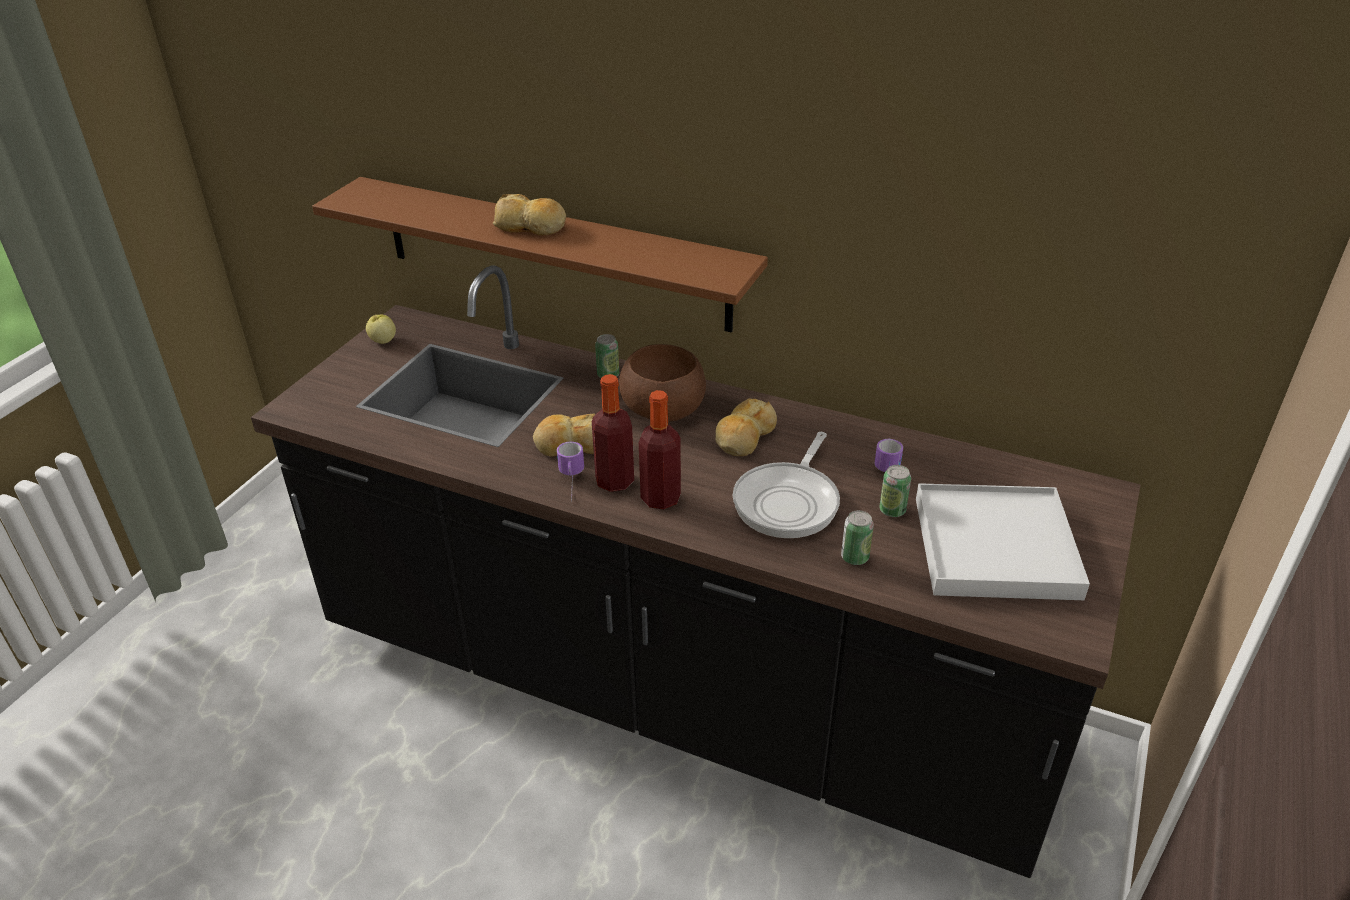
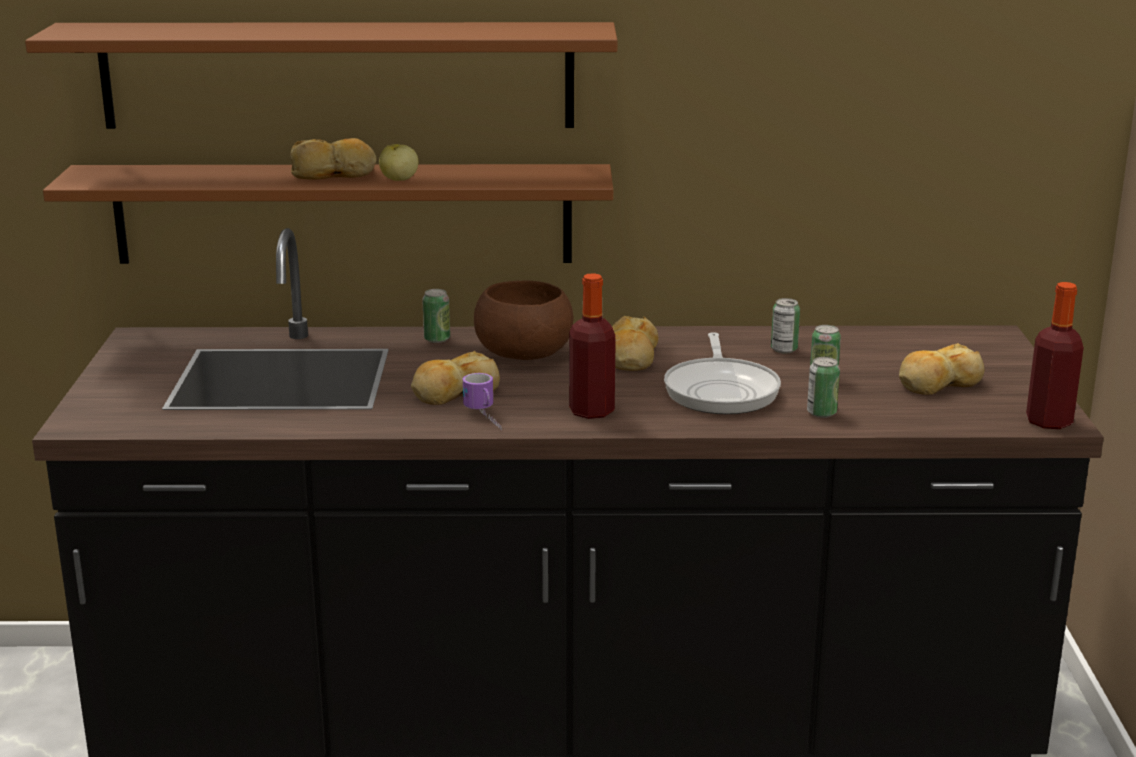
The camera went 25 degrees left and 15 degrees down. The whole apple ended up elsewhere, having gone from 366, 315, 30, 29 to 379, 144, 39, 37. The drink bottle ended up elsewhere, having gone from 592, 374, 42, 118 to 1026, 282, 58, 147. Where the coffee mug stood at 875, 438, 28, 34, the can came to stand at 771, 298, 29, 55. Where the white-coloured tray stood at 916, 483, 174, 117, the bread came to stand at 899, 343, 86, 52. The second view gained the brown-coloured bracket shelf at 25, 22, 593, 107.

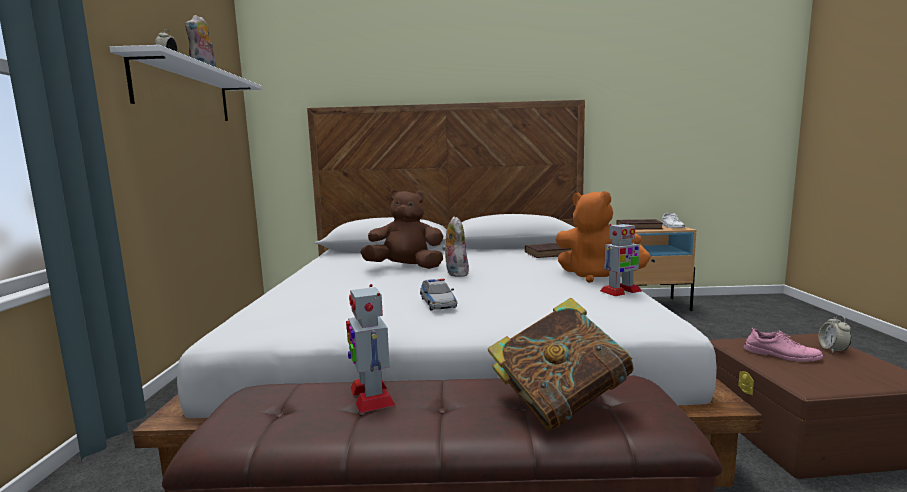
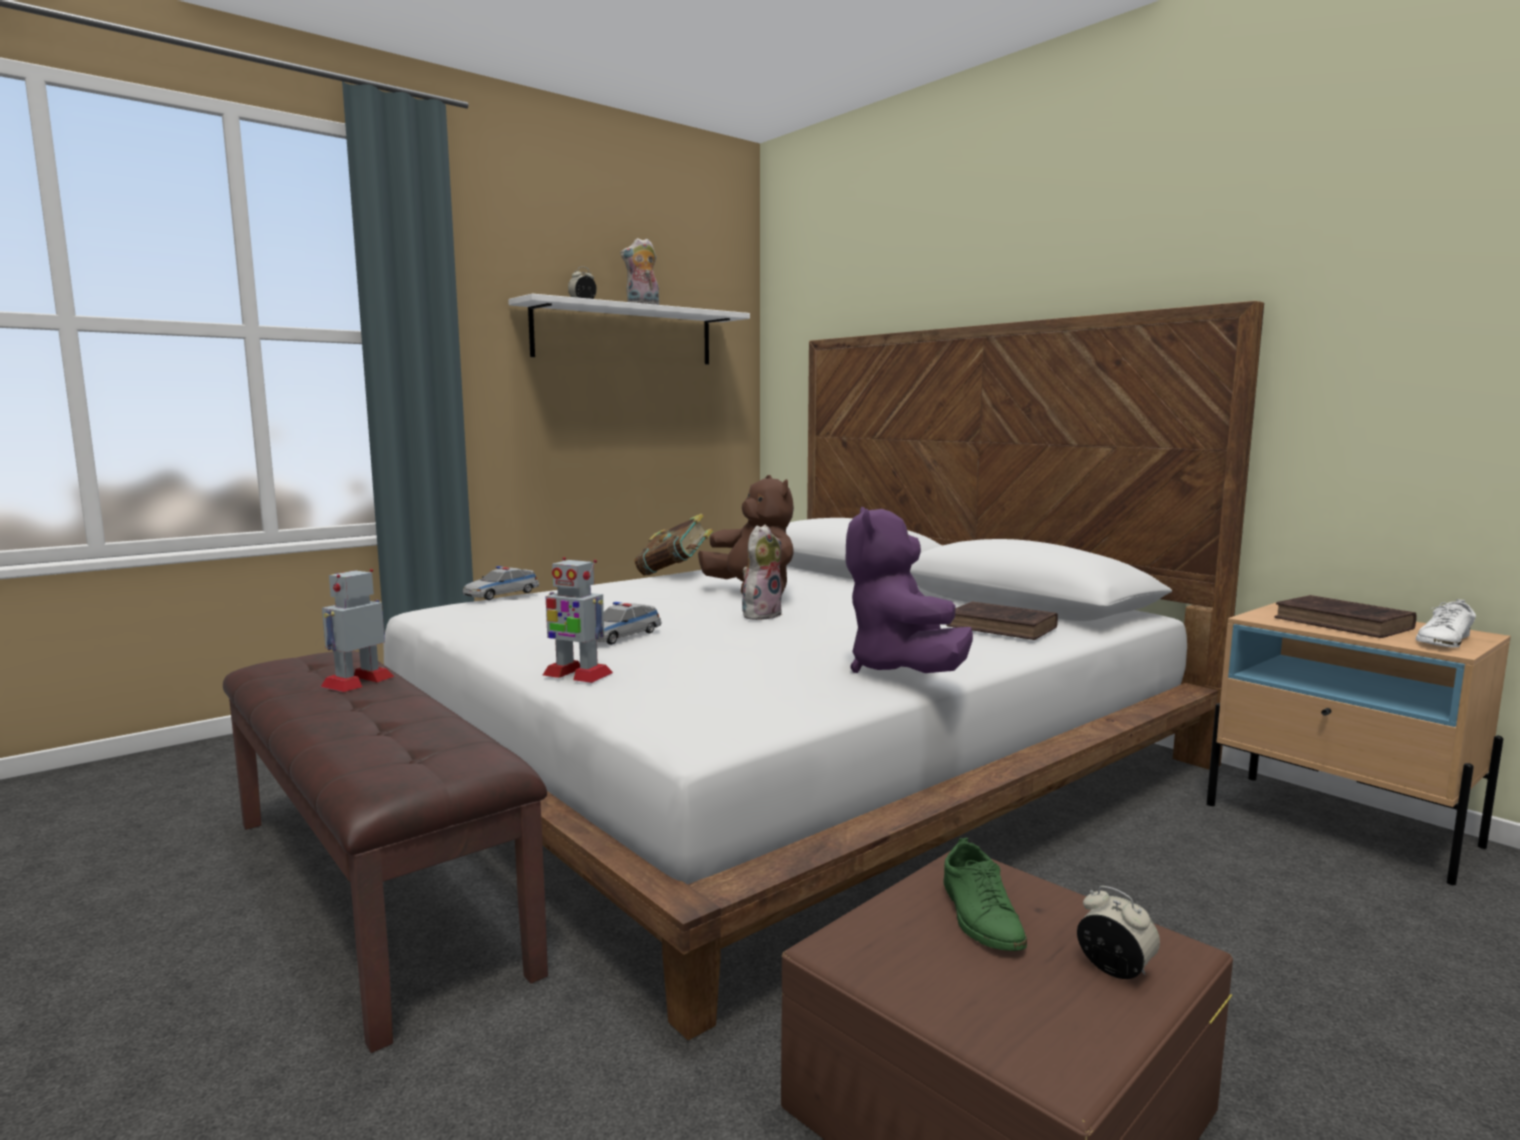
The camera went 50 degrees right and 0 degrees up. What was the orangey plush toy at 555, 191, 96, 92 turned into the purple-coloured plush toy at 845, 507, 128, 166. The toy robot ended up elsewhere, having gone from 600, 222, 42, 74 to 543, 557, 70, 126. The bound book ended up elsewhere, having gone from 488, 298, 146, 132 to 634, 513, 79, 63. The table clock at 818, 315, 34, 38 ended up facing another way, 75 degrees clockwise from before. What was the pink low shoe at 744, 327, 79, 35 turned into the greenish low shoe at 943, 838, 84, 113. The second view gained the miniature car at 462, 566, 77, 34.

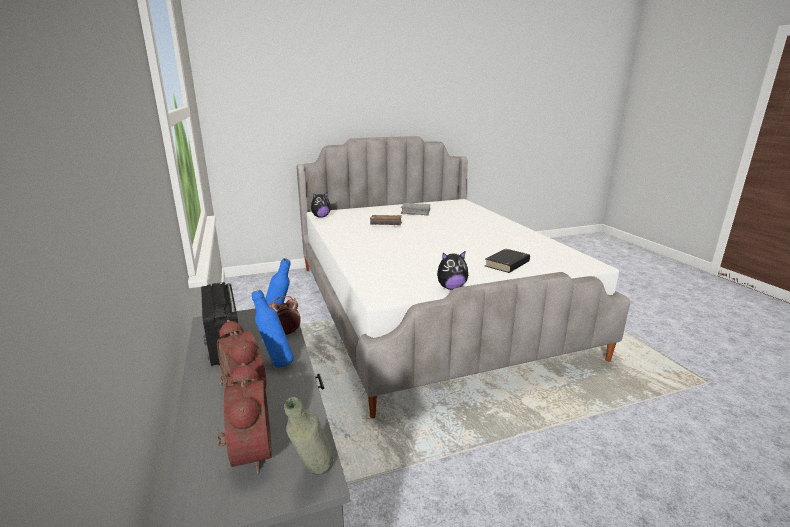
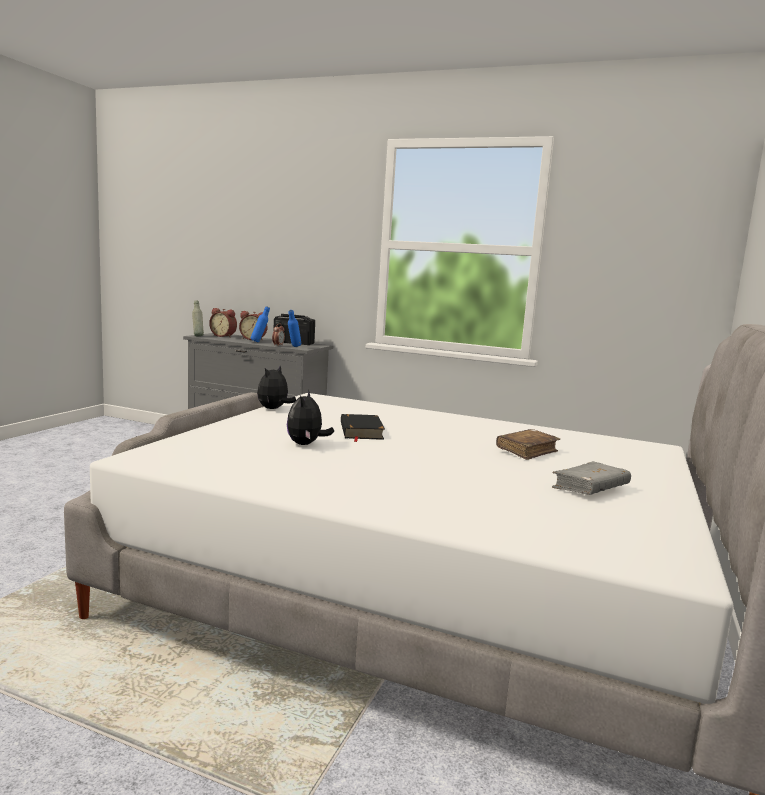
The camera went 130 degrees right and 10 degrees down. The plush toy ended up elsewhere, having gone from 311, 192, 20, 26 to 287, 389, 47, 56. The blackish bound book ended up elsewhere, having gone from 485, 249, 45, 24 to 341, 414, 44, 28.

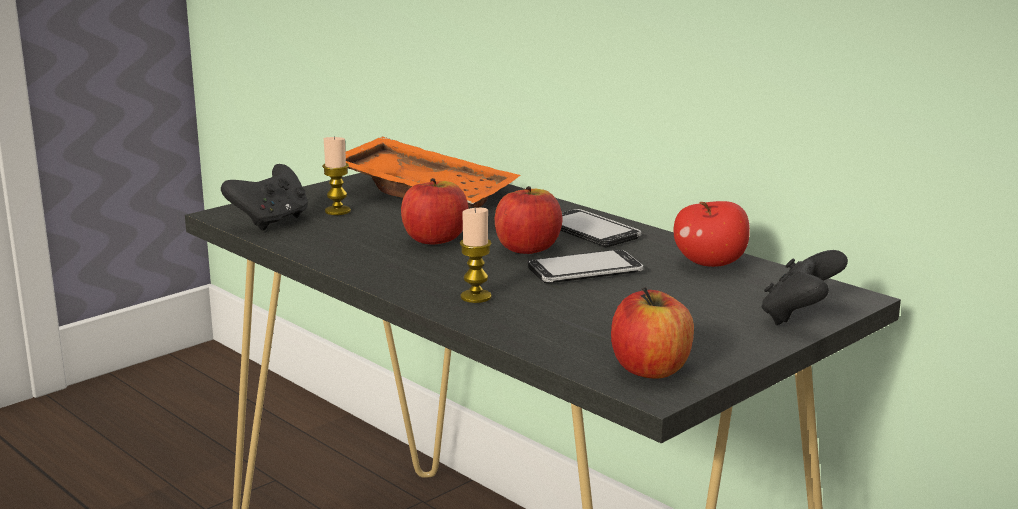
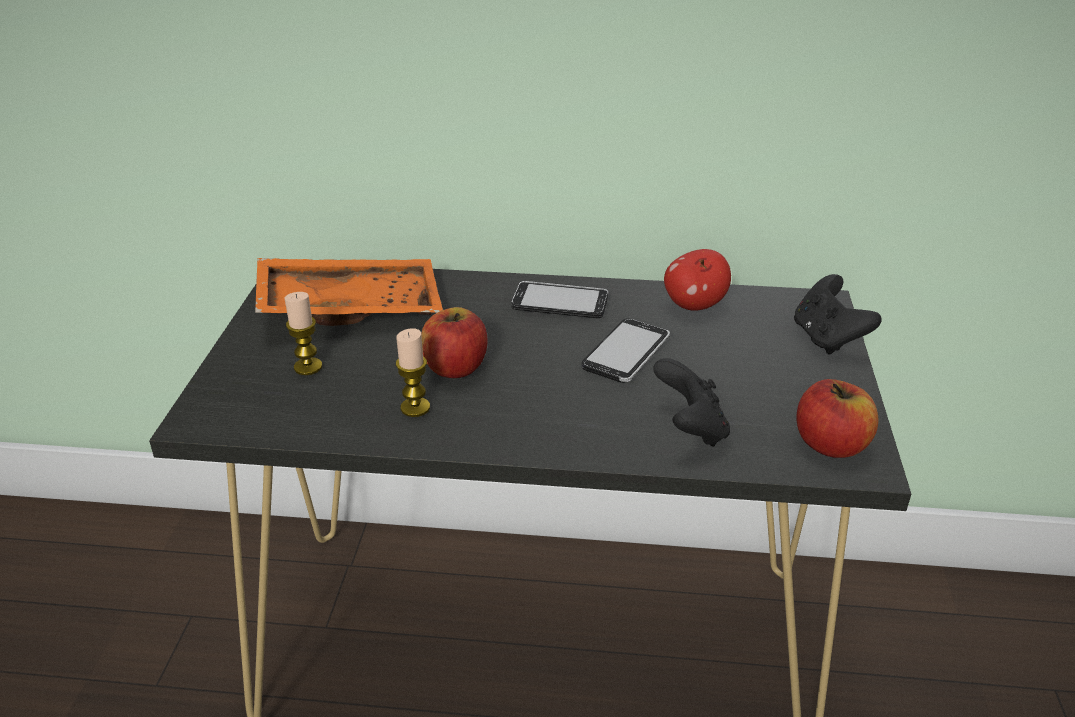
The camera went 40 degrees left and 15 degrees up. The blackish game controller ended up elsewhere, having gone from 221, 164, 87, 66 to 653, 358, 77, 89. The second view lost the whole apple at 495, 186, 67, 68. The candle ended up elsewhere, having gone from 460, 208, 32, 95 to 396, 328, 34, 89.

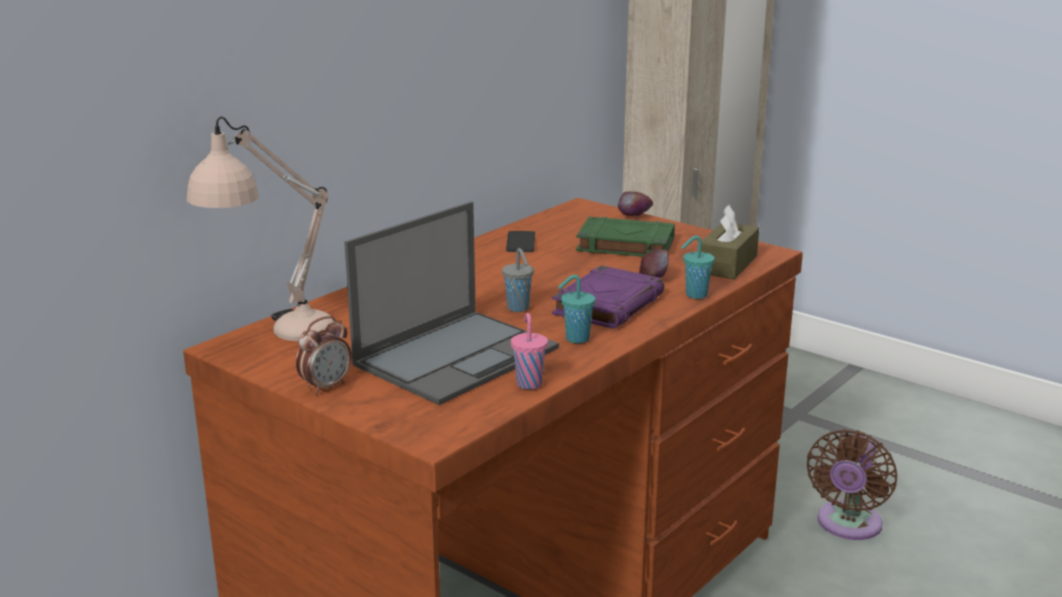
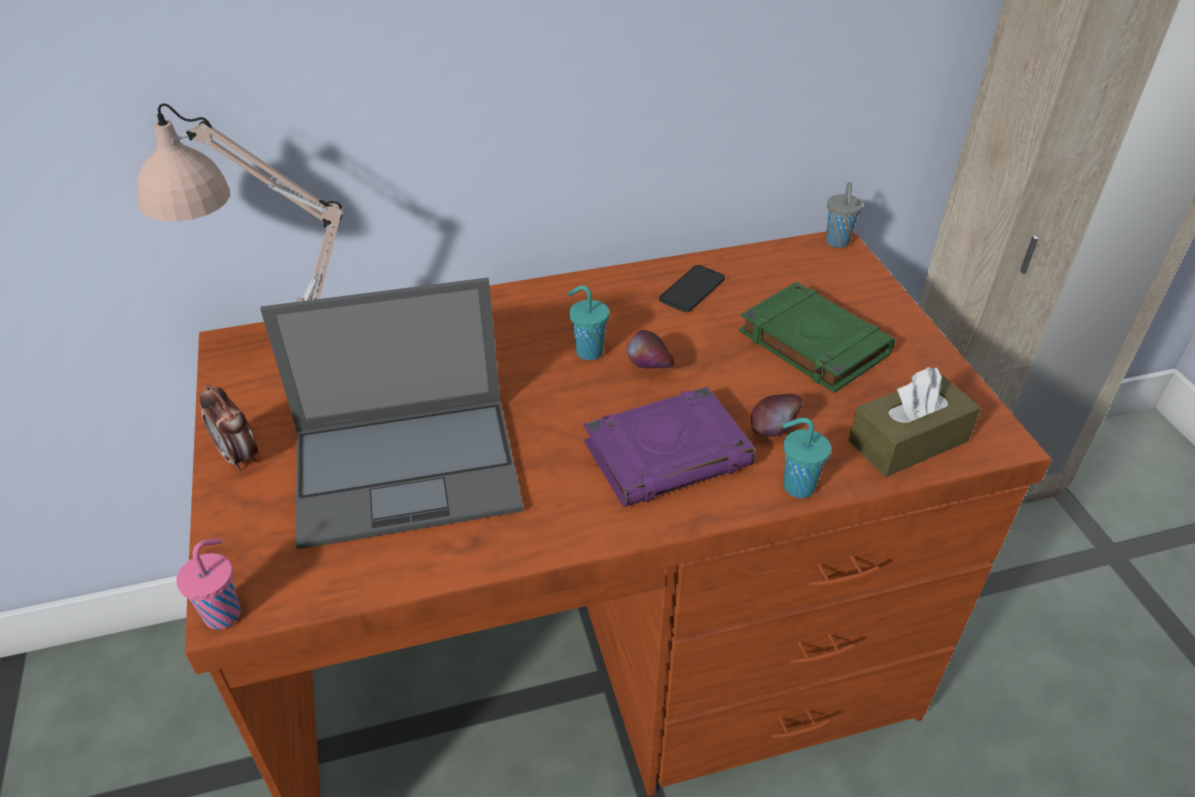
The camera went 35 degrees right and 20 degrees up. The whole apple ended up elsewhere, having gone from 618, 192, 35, 24 to 627, 330, 48, 39. The gray small cup ended up elsewhere, having gone from 502, 248, 32, 64 to 826, 182, 37, 66. The turquoise-coloured small cup ended up elsewhere, having gone from 558, 275, 37, 68 to 568, 285, 41, 75. The pink small cup ended up elsewhere, having gone from 511, 313, 37, 77 to 176, 539, 65, 91. The table clock at 296, 316, 55, 79 ended up facing another way, 60 degrees clockwise from before. The second view lost the brown-coloured electric fan at 807, 429, 90, 111.

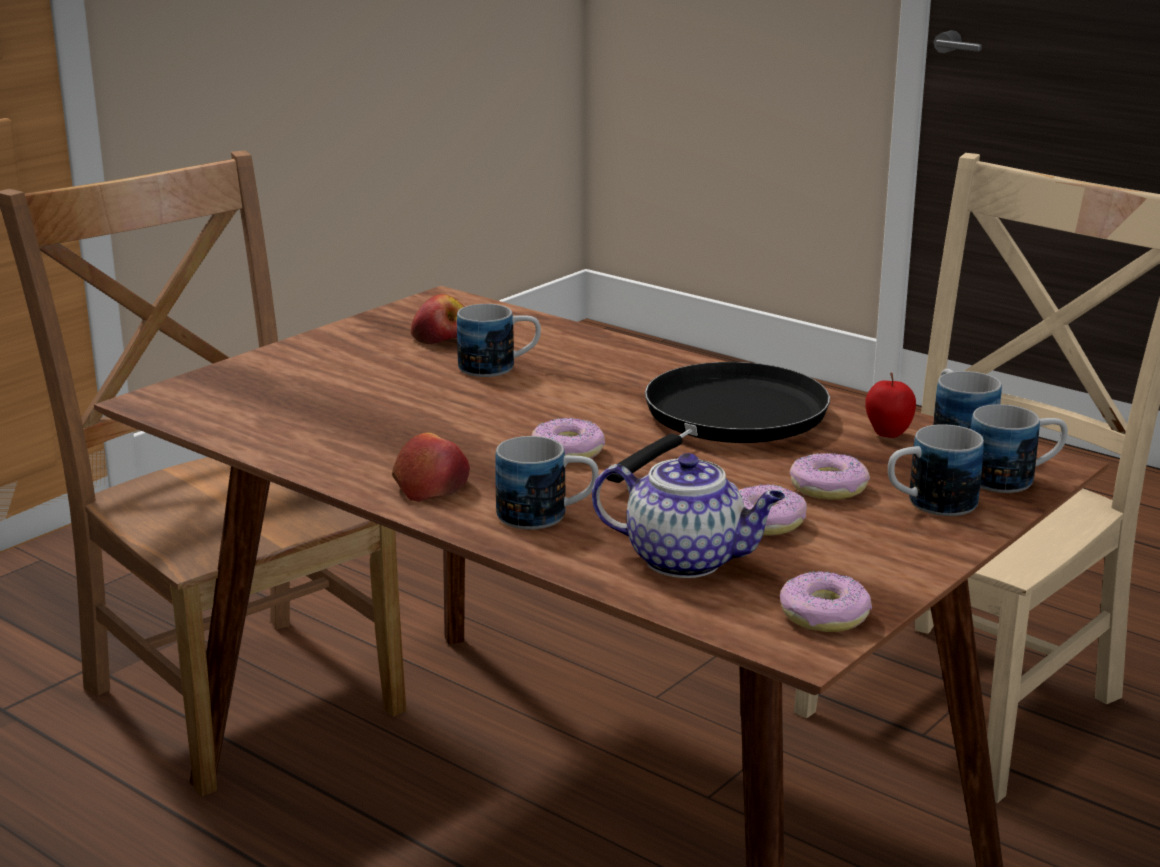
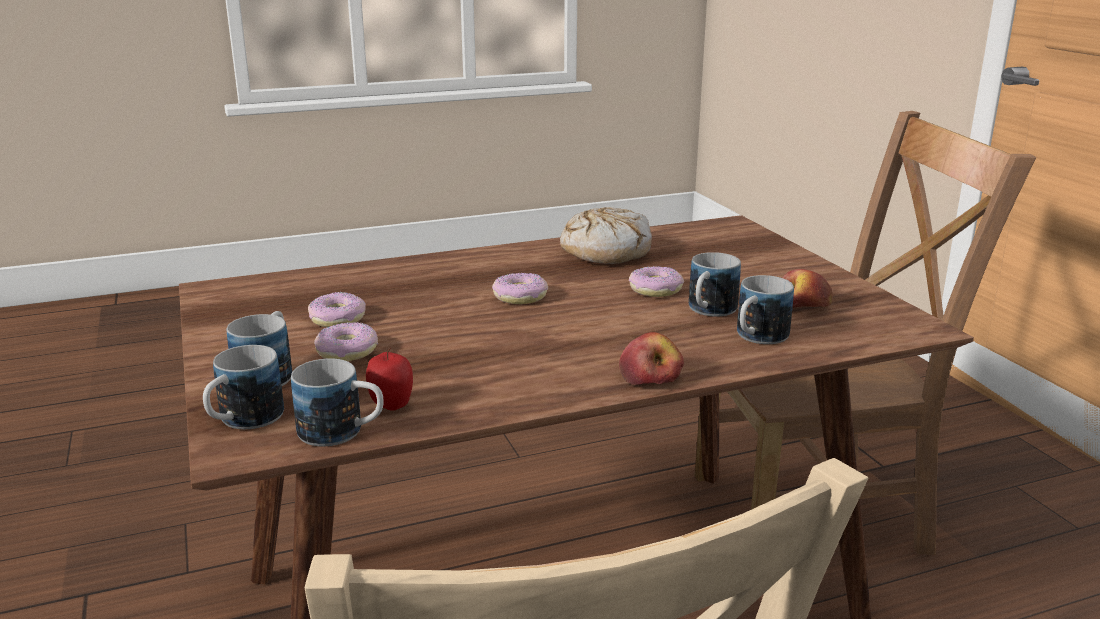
The camera went 120 degrees right and 0 degrees up. The second view lost the blackish frying pan at 606, 362, 224, 121. The whole apple ended up elsewhere, having gone from 392, 433, 78, 69 to 619, 332, 65, 53. The coffee mug ended up elsewhere, having gone from 495, 436, 104, 94 to 737, 275, 57, 69. The second view lost the teapot at 592, 453, 193, 125. The ring doughnut ended up elsewhere, having gone from 780, 571, 92, 61 to 629, 266, 55, 31. The second view gained the bread at 560, 207, 92, 57.

